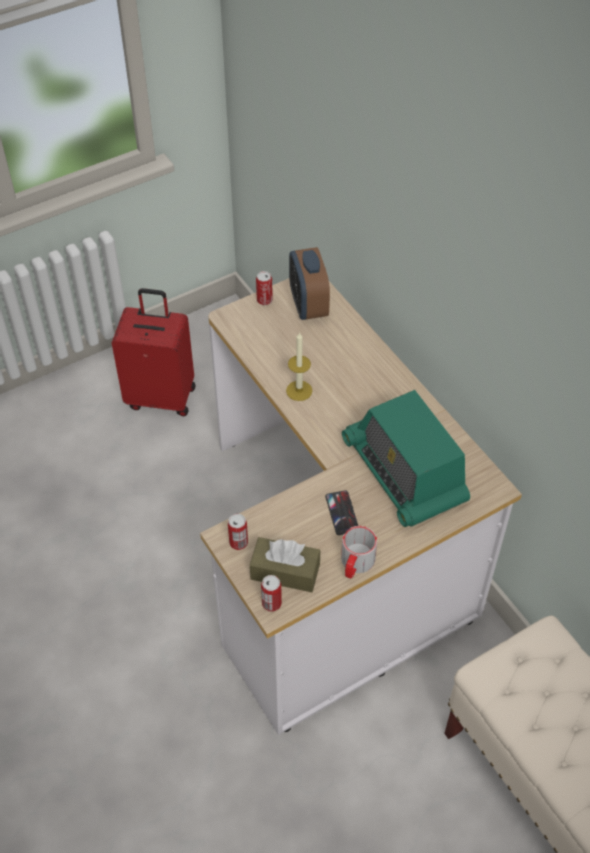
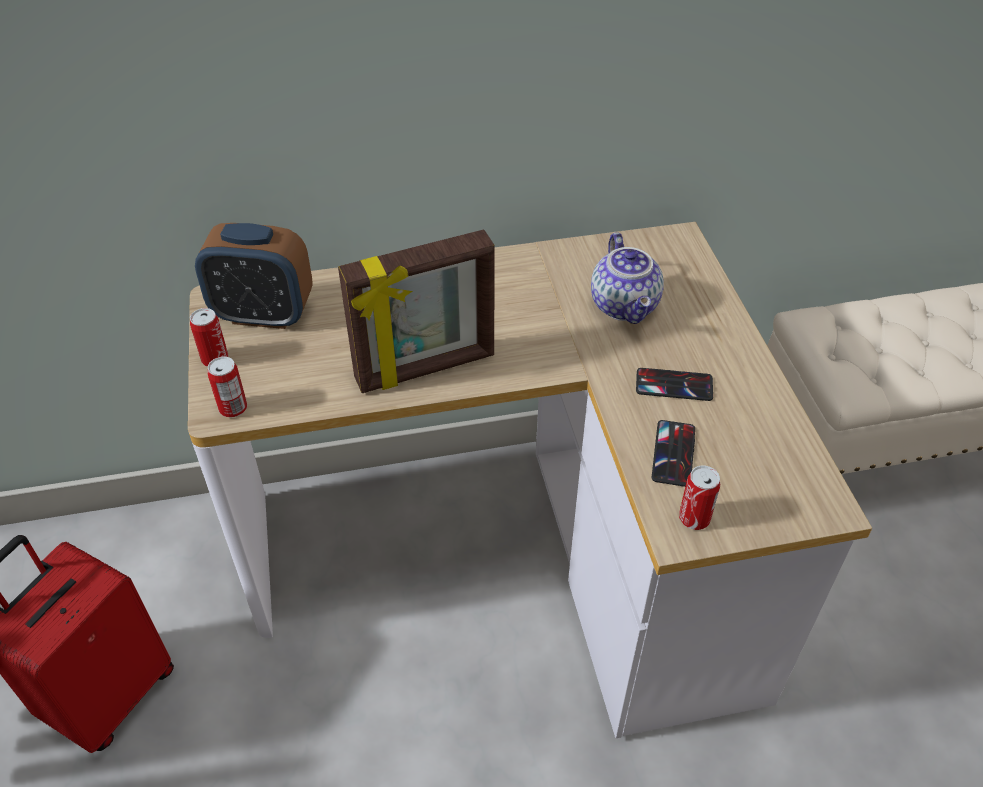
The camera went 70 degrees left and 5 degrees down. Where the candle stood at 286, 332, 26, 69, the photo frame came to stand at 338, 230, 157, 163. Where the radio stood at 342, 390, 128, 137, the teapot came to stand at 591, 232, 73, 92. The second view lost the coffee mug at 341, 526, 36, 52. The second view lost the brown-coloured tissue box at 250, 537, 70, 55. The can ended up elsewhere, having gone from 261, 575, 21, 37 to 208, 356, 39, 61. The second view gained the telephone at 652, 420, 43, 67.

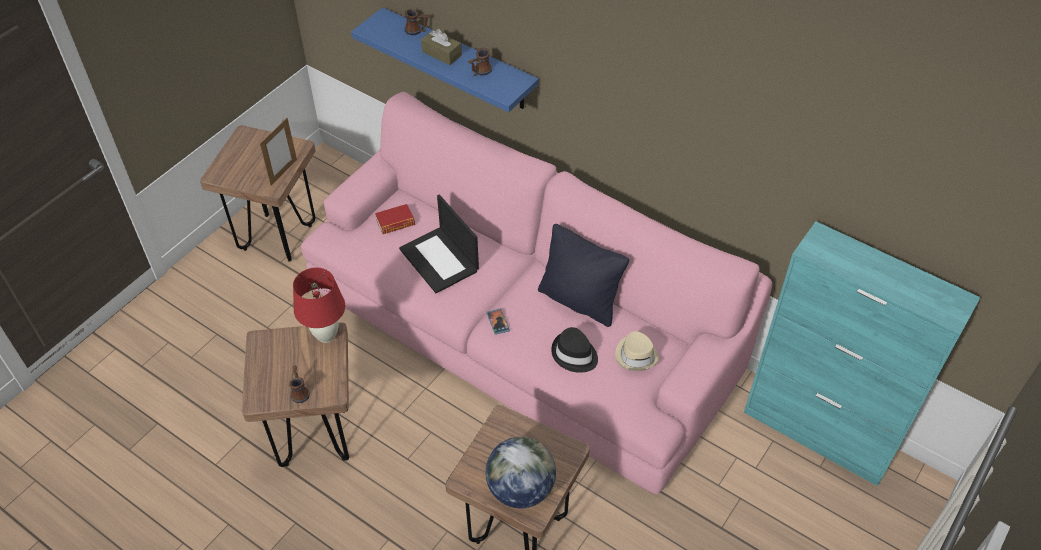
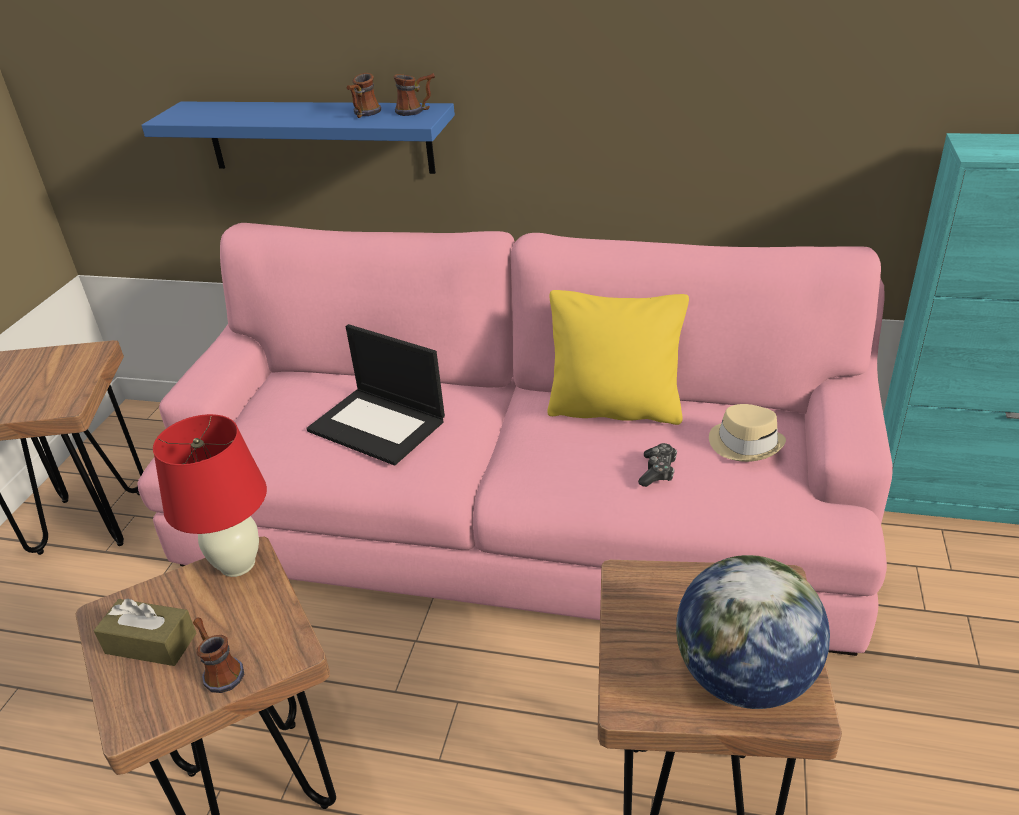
The camera went 20 degrees left and 15 degrees down. The coffee mug ended up elsewhere, having gone from 405, 9, 25, 26 to 393, 73, 42, 43. The brown-coloured tissue box ended up elsewhere, having gone from 421, 29, 41, 36 to 93, 599, 104, 67. The second view lost the photo frame at 260, 118, 37, 67. The second view lost the bound book at 375, 204, 40, 30. What was the blackish throw pillow at 538, 224, 91, 103 turned into the yellowish throw pillow at 547, 290, 142, 135. The second view lost the telephone at 486, 308, 24, 27. Where the blackish wearable hat stood at 551, 327, 47, 46, the game controller came to stand at 638, 443, 39, 44.

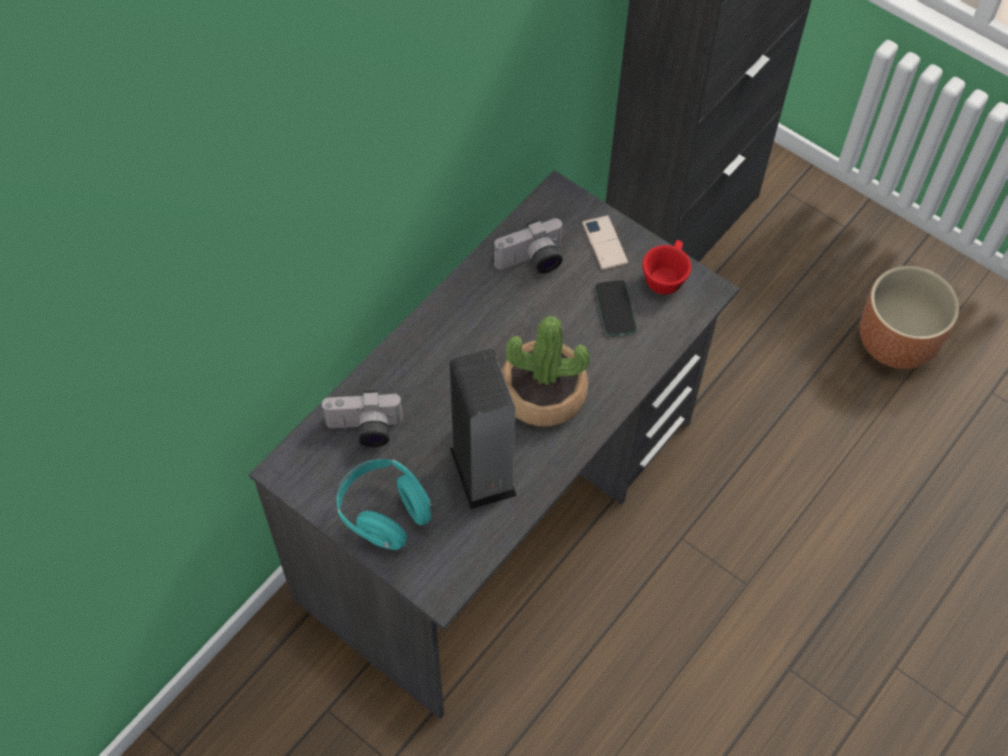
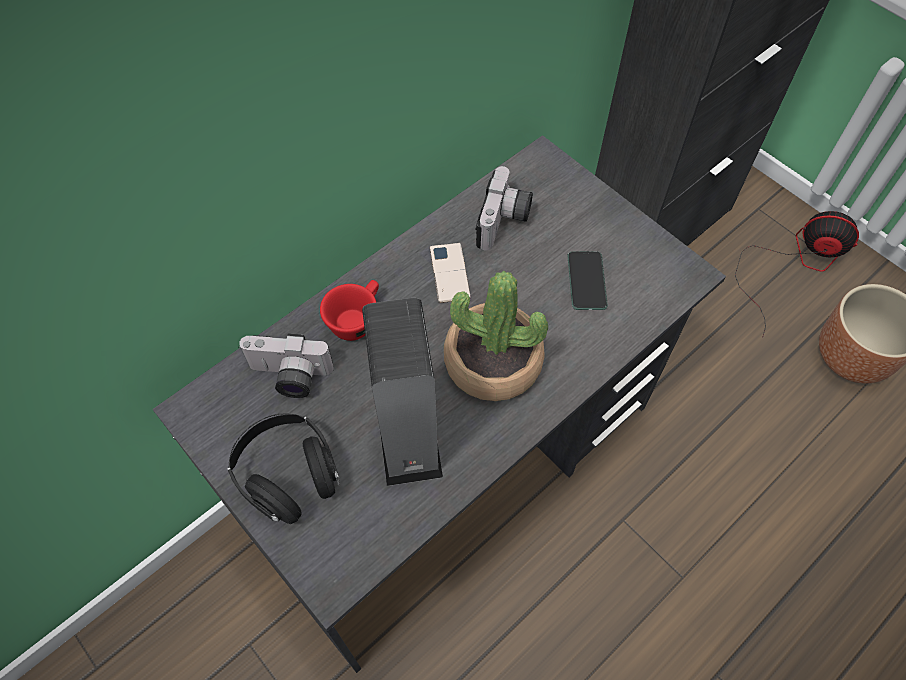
The camera went 10 degrees right and 0 degrees up. The telephone ended up elsewhere, having gone from 582, 215, 46, 55 to 430, 243, 41, 60. The photo camera at 493, 218, 70, 55 ended up facing another way, 60 degrees counterclockwise from before. The red-coloured small cup ended up elsewhere, having gone from 642, 240, 49, 54 to 320, 280, 59, 61. What was the turquoise-coloured headset at 337, 459, 97, 91 turned into the blackish headset at 227, 414, 113, 110. The second view gained the electric fan at 735, 211, 124, 127.

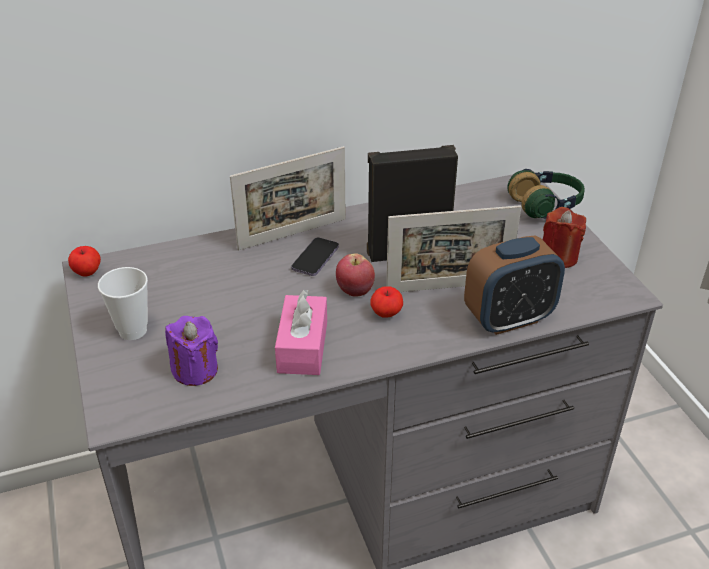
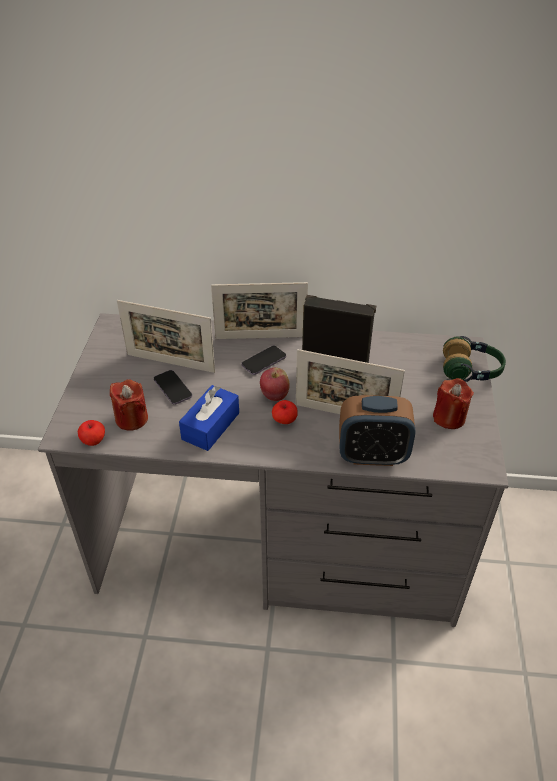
The camera went 25 degrees right and 5 degrees up. The whole apple ended up elsewhere, having gone from 68, 246, 33, 31 to 78, 420, 27, 26. The second view lost the small cup at 98, 267, 50, 73. What was the pink tissue box at 275, 290, 52, 85 turned into the blue-coloured tissue box at 179, 385, 60, 66. What was the purple-coloured candle at 165, 316, 53, 70 turned into the red-coloured candle at 110, 379, 38, 52. The second view gained the photo frame at 117, 300, 98, 73. The second view gained the telephone at 154, 370, 38, 35.

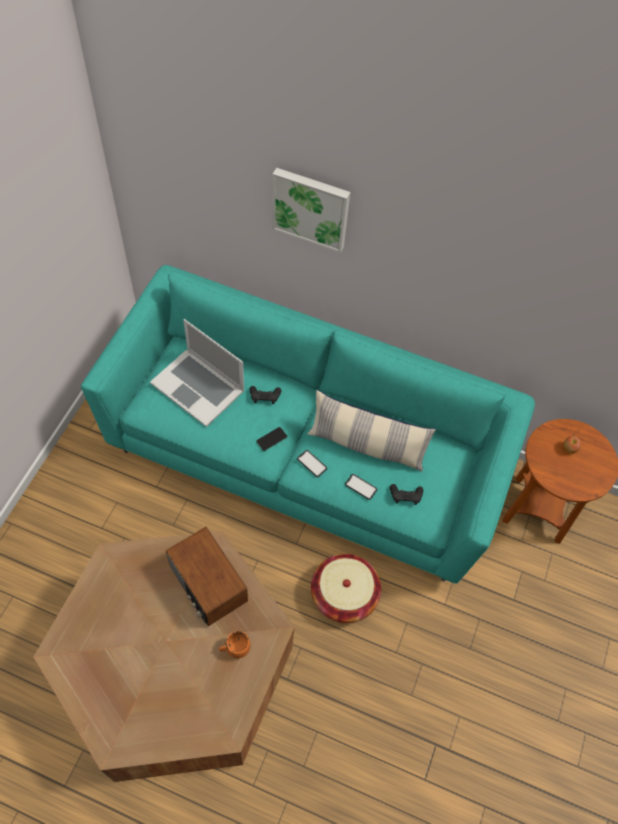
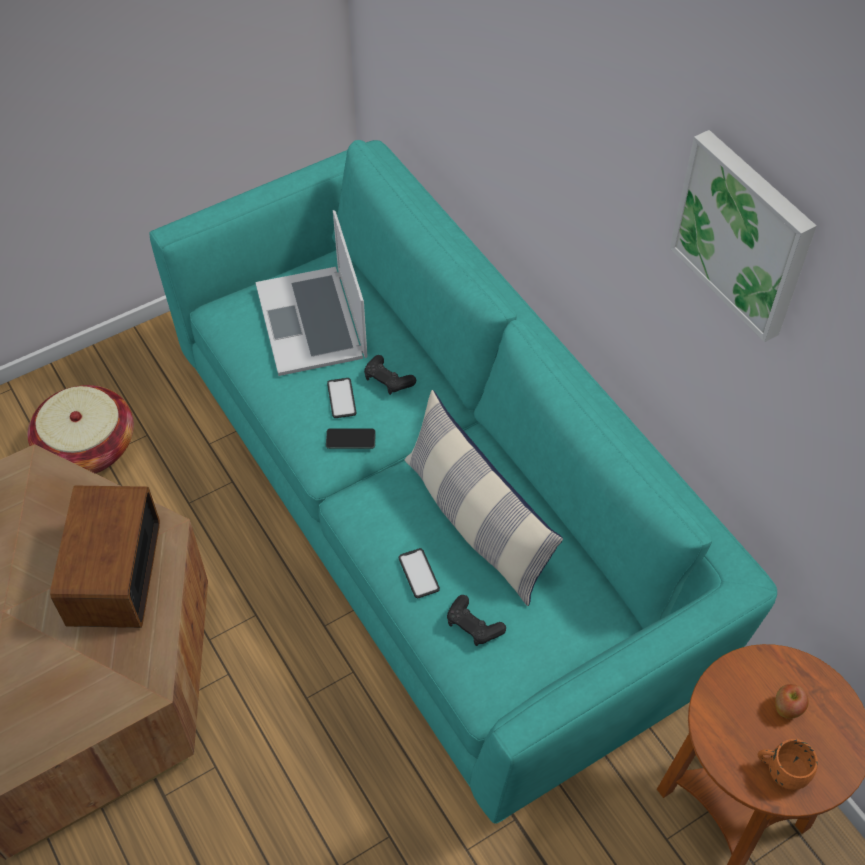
The camera went 40 degrees right and 5 degrees down. The wall art ended up elsewhere, having gone from 272, 168, 78, 85 to 670, 130, 147, 212. The telephone ended up elsewhere, having gone from 297, 450, 30, 27 to 327, 378, 30, 40. The household basket ended up elsewhere, having gone from 311, 554, 70, 69 to 28, 385, 106, 89. The orangey coffee mug ended up elsewhere, having gone from 219, 631, 31, 27 to 758, 739, 60, 51.

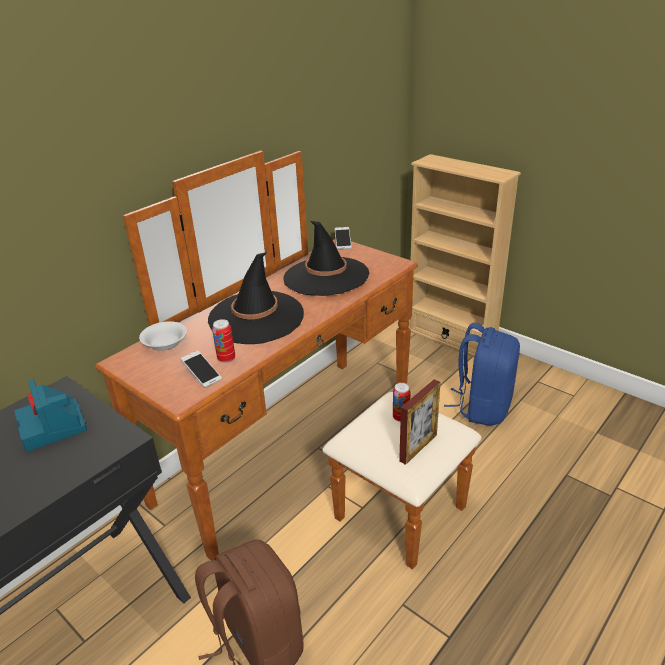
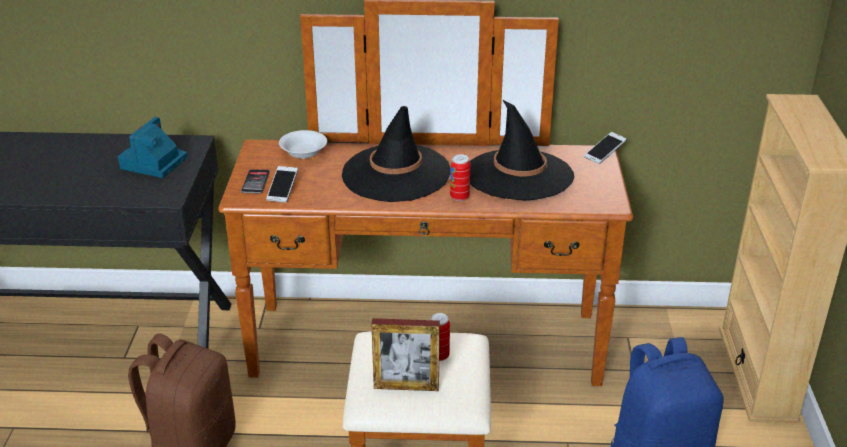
The camera went 50 degrees right and 0 degrees up. The can ended up elsewhere, having gone from 212, 319, 23, 44 to 450, 154, 21, 47. The second view gained the telephone at 241, 169, 29, 25.

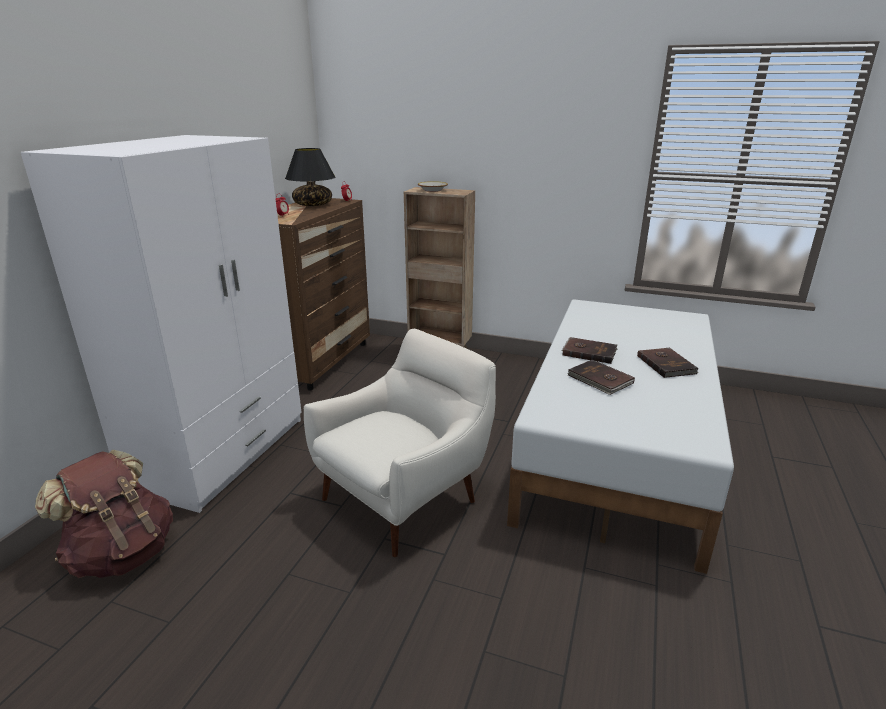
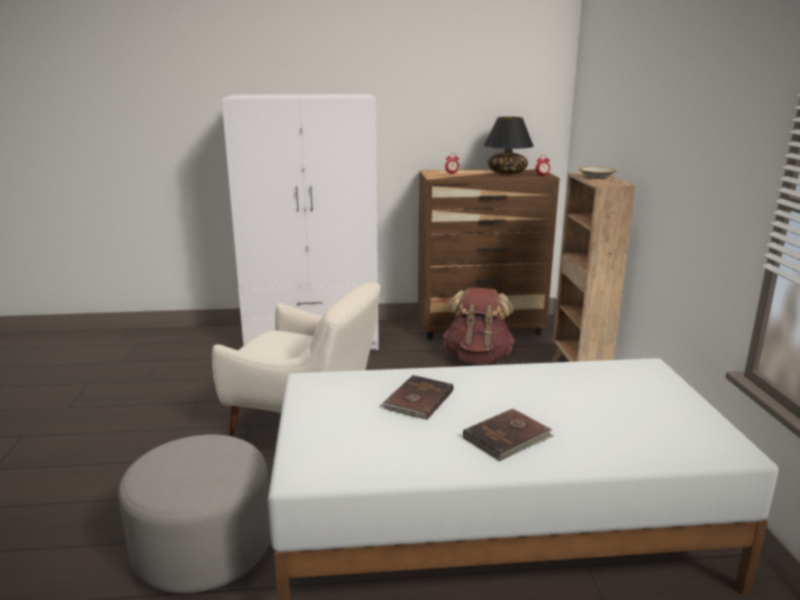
The camera went 65 degrees right and 5 degrees down. The second view lost the brown-coloured bound book at 562, 337, 56, 27. The brown-coloured backpack ended up elsewhere, having gone from 35, 450, 138, 128 to 443, 287, 72, 76. The second view gained the gray ottoman at 118, 434, 153, 160.

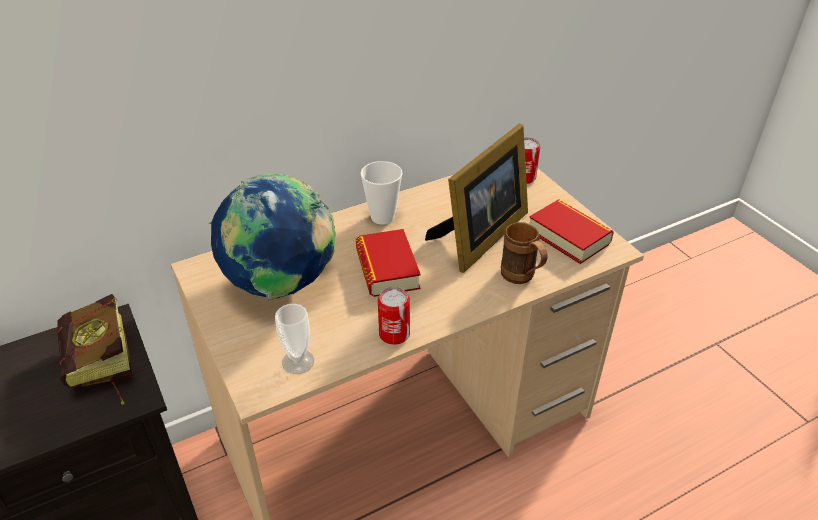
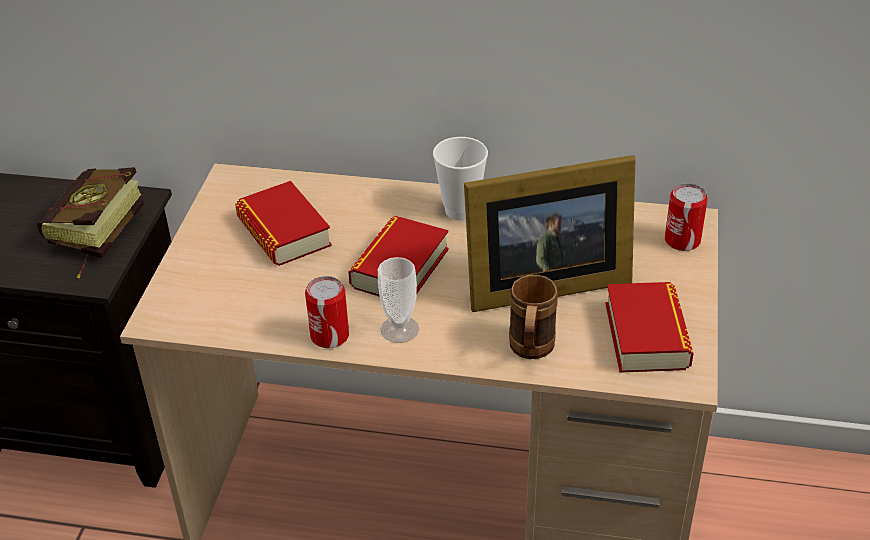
The camera went 40 degrees right and 0 degrees up. Where the desk globe stood at 209, 174, 127, 127, the bound book came to stand at 235, 181, 97, 85. The small cup ended up elsewhere, having gone from 275, 304, 39, 70 to 378, 257, 41, 86.

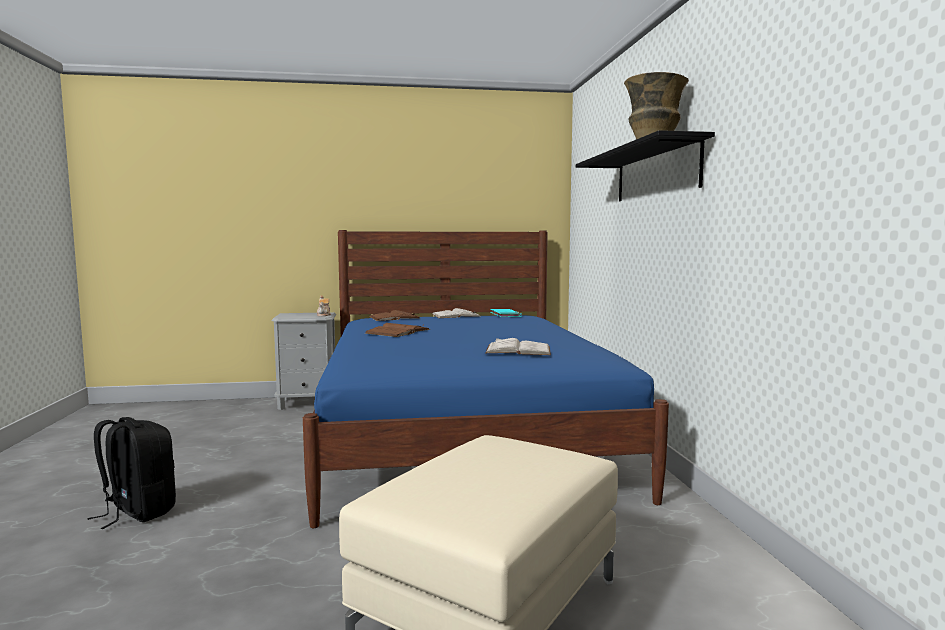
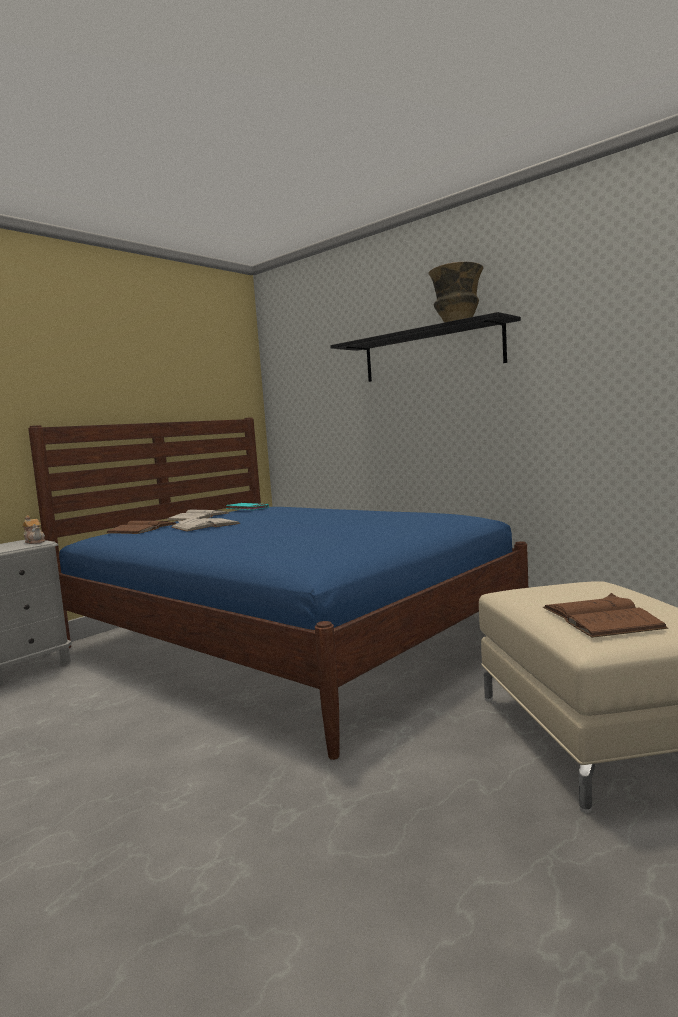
The camera went 40 degrees left and 0 degrees up. The brown-coloured bound book ended up elsewhere, having gone from 365, 323, 65, 14 to 543, 593, 125, 45. The white-coloured bound book ended up elsewhere, having gone from 485, 338, 66, 17 to 171, 518, 70, 14. The second view lost the blackish backpack at 87, 417, 89, 112.

